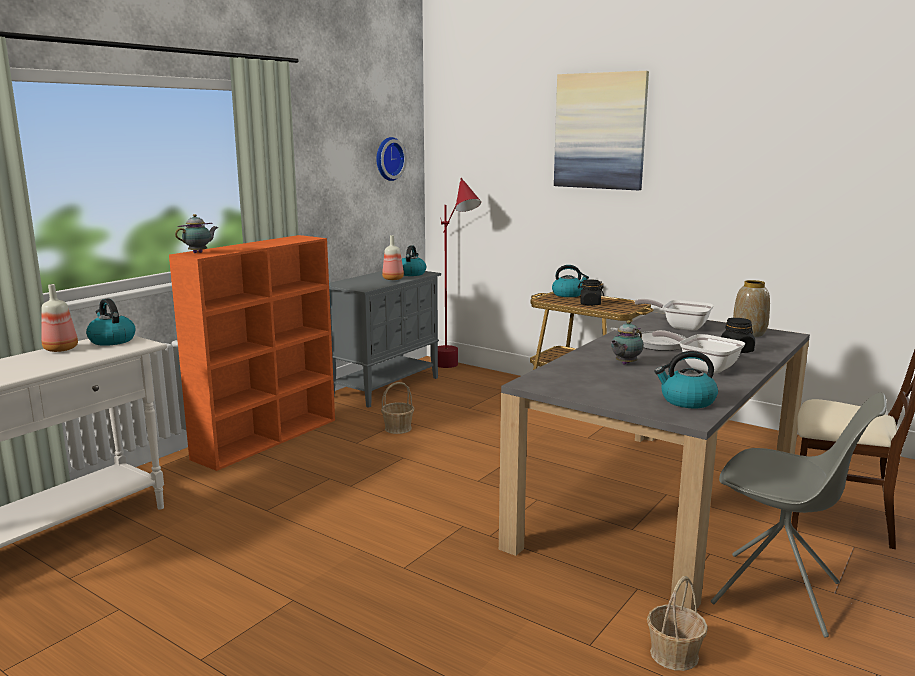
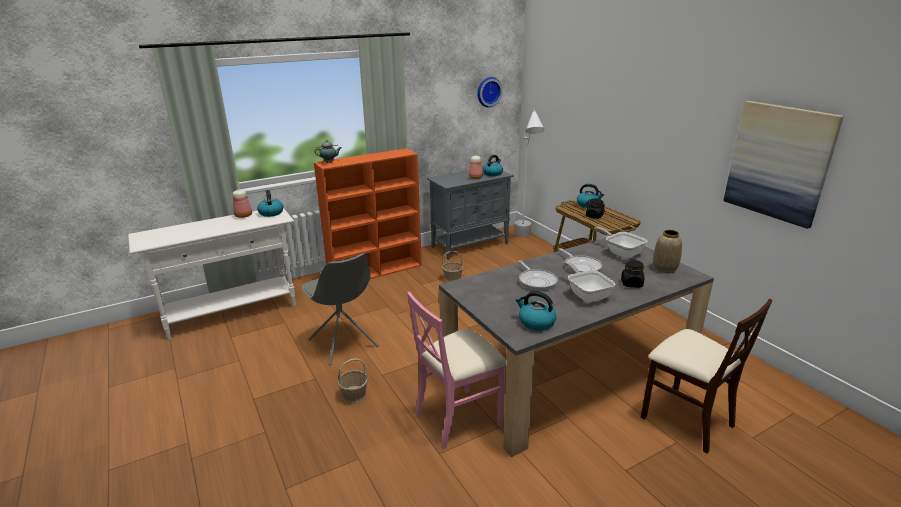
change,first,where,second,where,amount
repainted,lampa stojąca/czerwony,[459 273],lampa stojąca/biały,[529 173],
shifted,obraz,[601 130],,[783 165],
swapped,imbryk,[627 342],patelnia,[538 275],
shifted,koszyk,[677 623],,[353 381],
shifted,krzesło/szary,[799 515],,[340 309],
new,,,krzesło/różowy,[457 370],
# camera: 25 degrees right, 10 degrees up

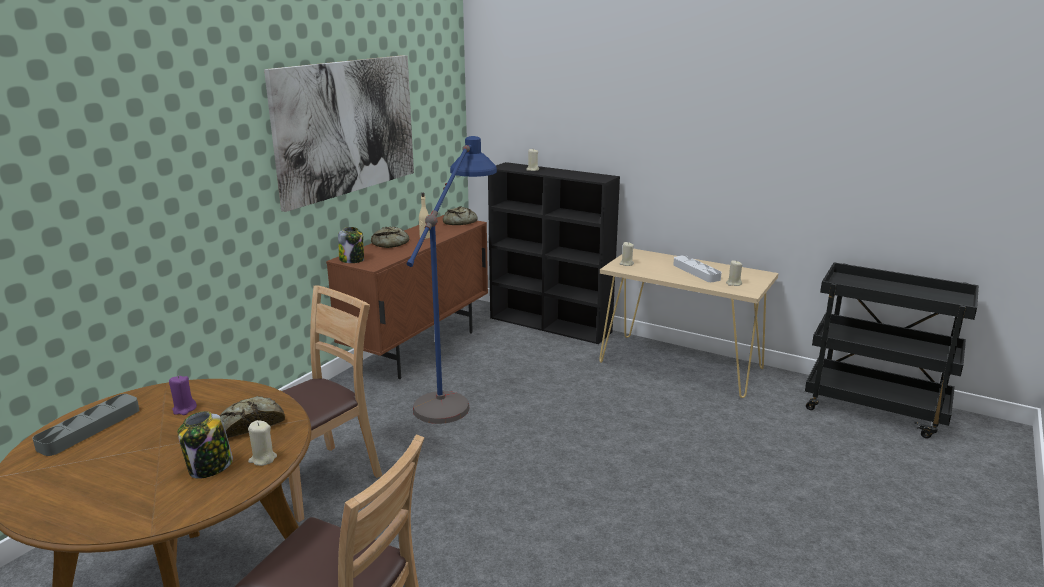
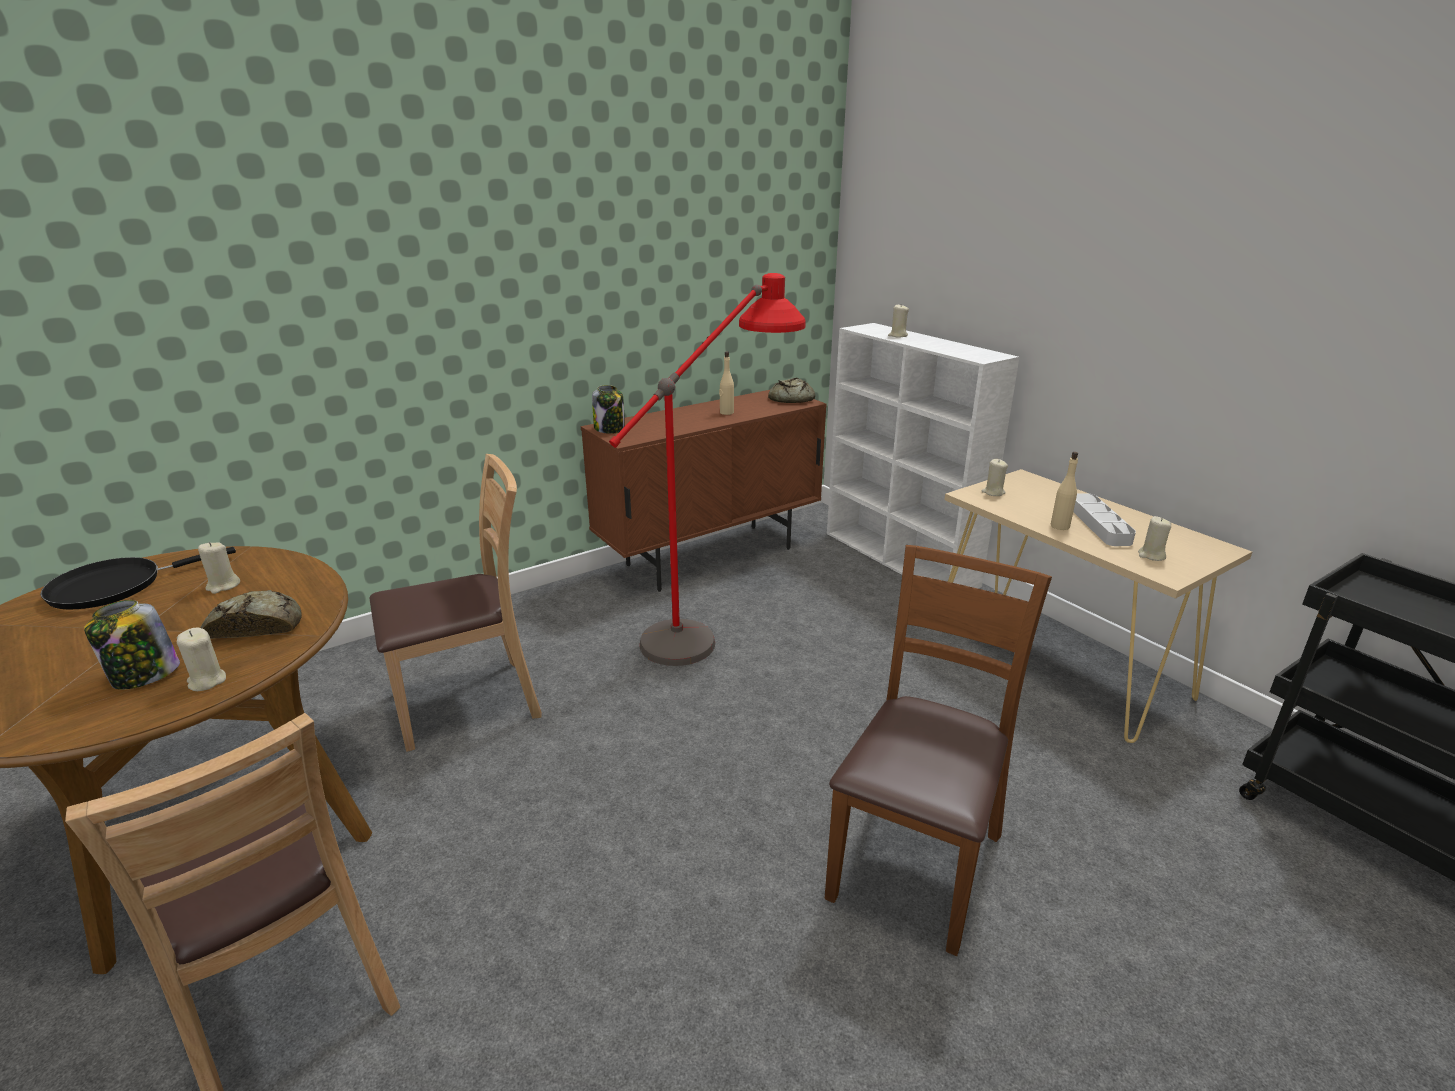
change,first,where,second,where,amount
swapped,taca/szary,[85 425],patelnia/czarny,[138 578],
repainted,świeca/fioletowy,[183 395],świeca/beżowy,[219 568],
gone,obraz,[339 133],,,
gone,chleb,[390 237],,,
repainted,lampa stojąca/niebieski,[452 280],lampa stojąca/czerwony,[707 469],
repainted,regał/czarny,[554 253],regał/biały,[923 456],
new,,,krzesło/brązowy,[938 750],
new,,,butelka/beżowy,[1064 491],
# camera: 25 degrees right, 5 degrees up

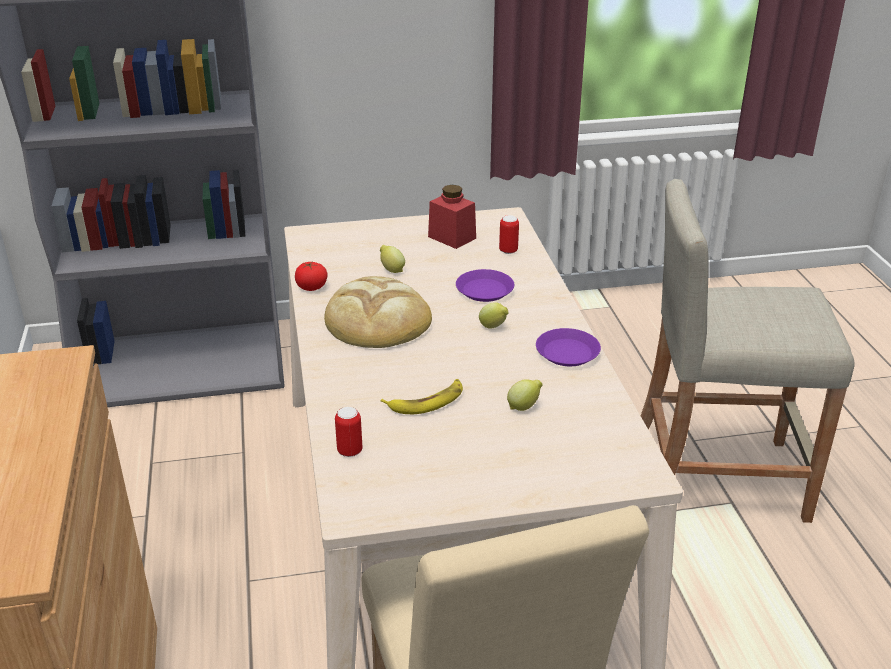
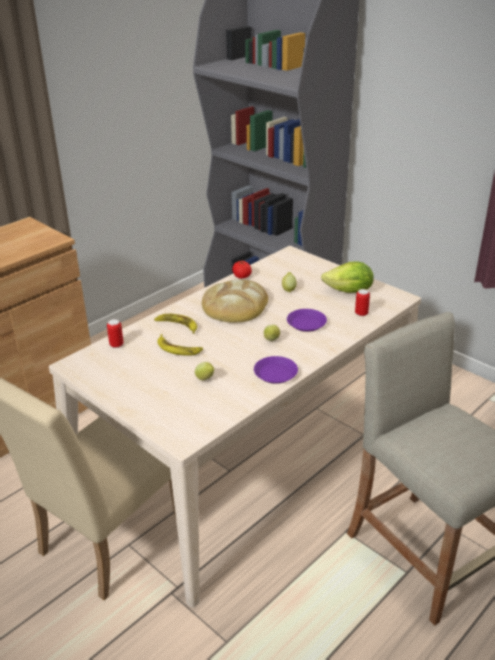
change,first,where,second,where,amount
swapped,słoik/czerwony,[452 217],sałata,[347 277],
new,,,banan,[175 324],
# camera: 55 degrees right, 0 degrees up

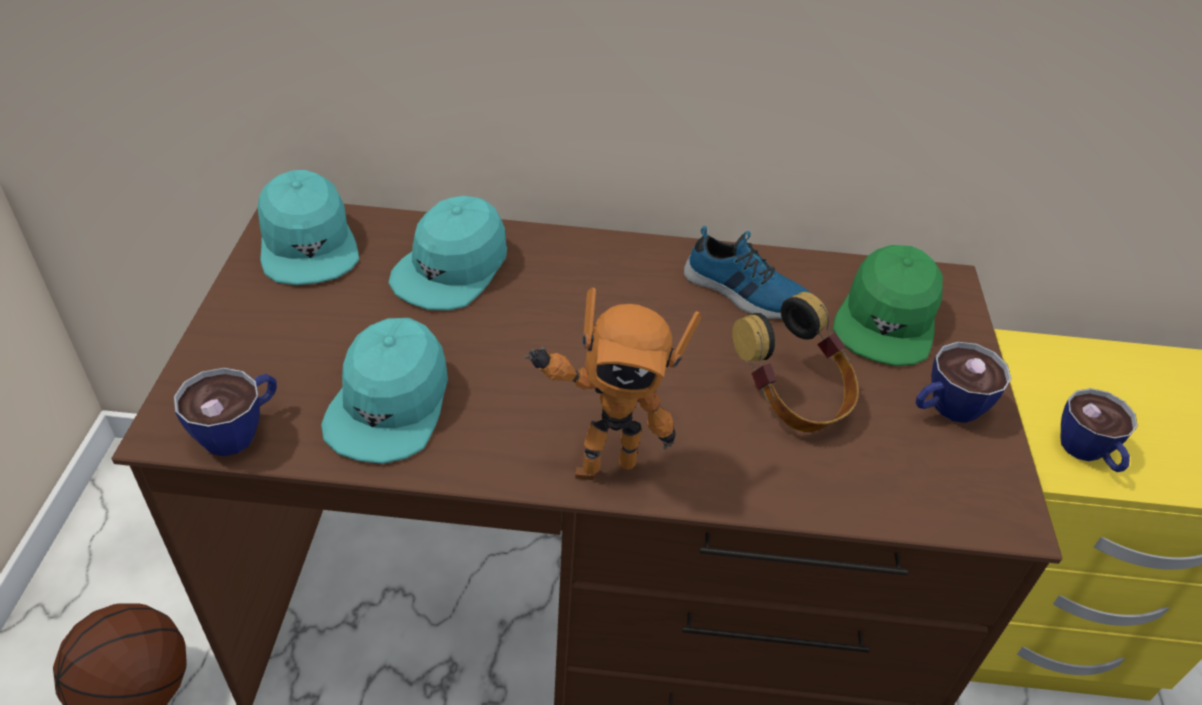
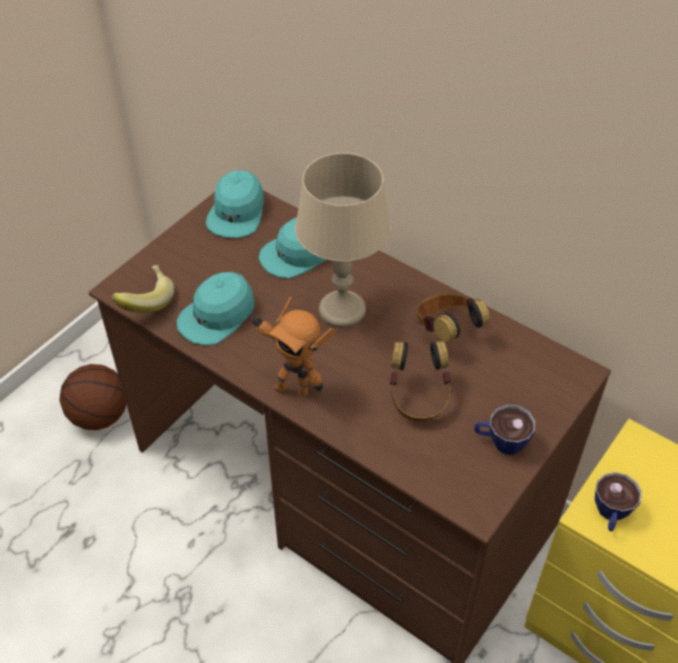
change,first,where,second,where,amount
swapped,filiżanka,[225 411],banan,[143 289],
swapped,but,[748 272],słuchawki,[453 317],
gone,czapka z daszkiem/zielony,[888 305],,,
new,,,lampa stołowa/beżowy,[343 240],
# camera: 35 degrees right, 5 degrees up

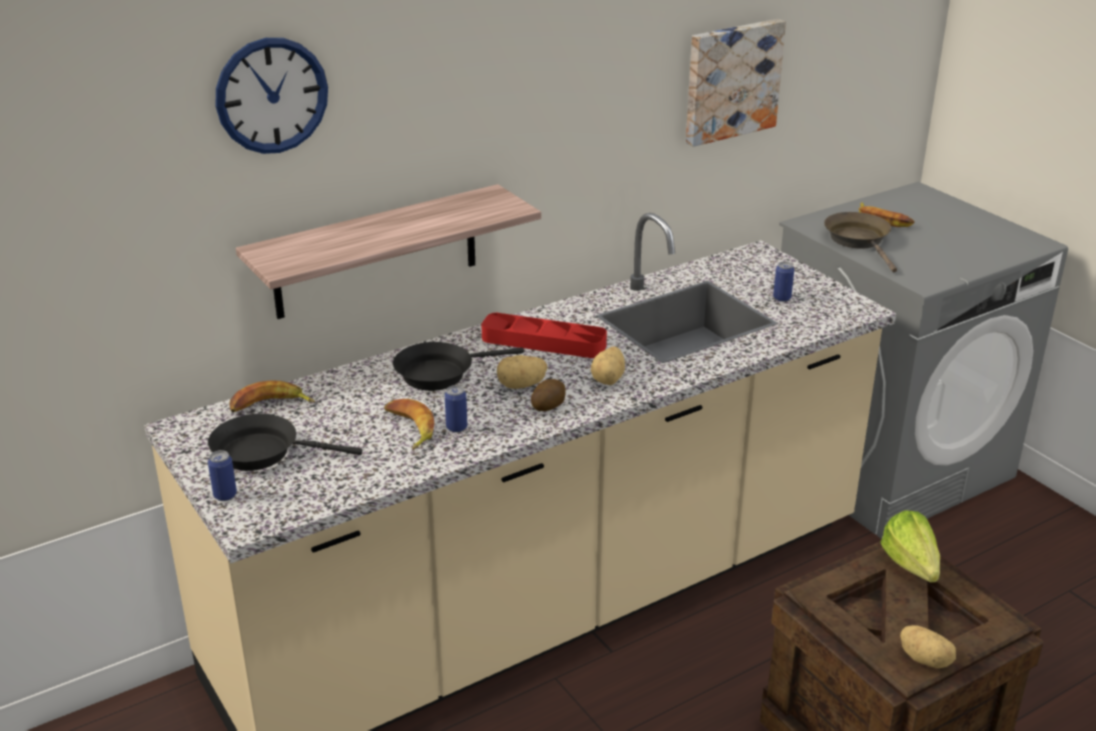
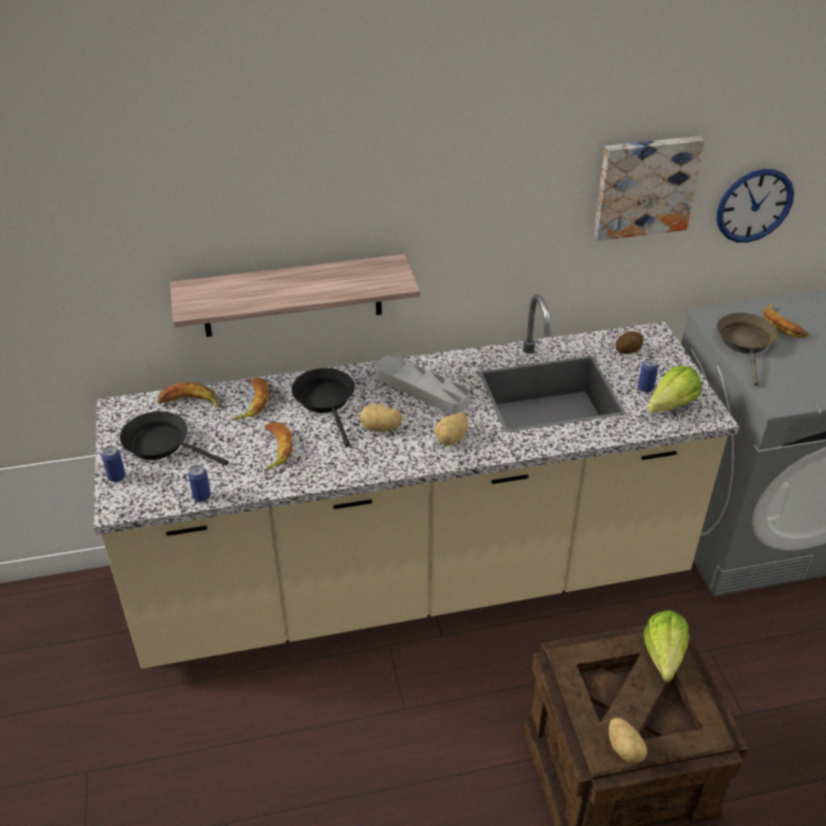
change,first,where,second,where,amount
shifted,zegar ścienny,[272 96],,[755 206],
rotated,patelnia/czarny,[458 366],,[323 407],75 degrees clockwise
shifted,puszka,[456 409],,[199 483],
repainted,taca/czerwony,[544 335],taca/szary,[423 385],
shifted,ziemniak,[548 395],,[630 342],
new,,,banan,[250 399],
new,,,sałata,[674 389],
# camera: 20 degrees right, 10 degrees up

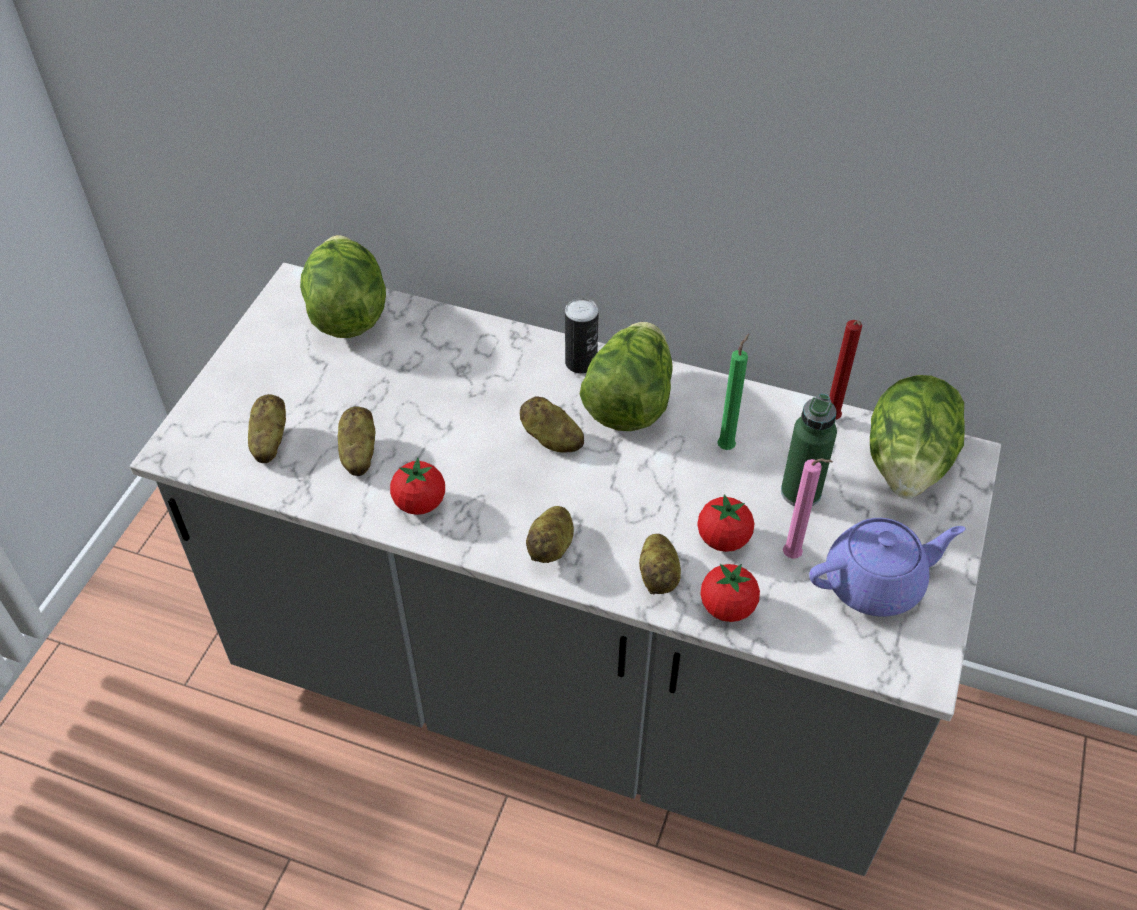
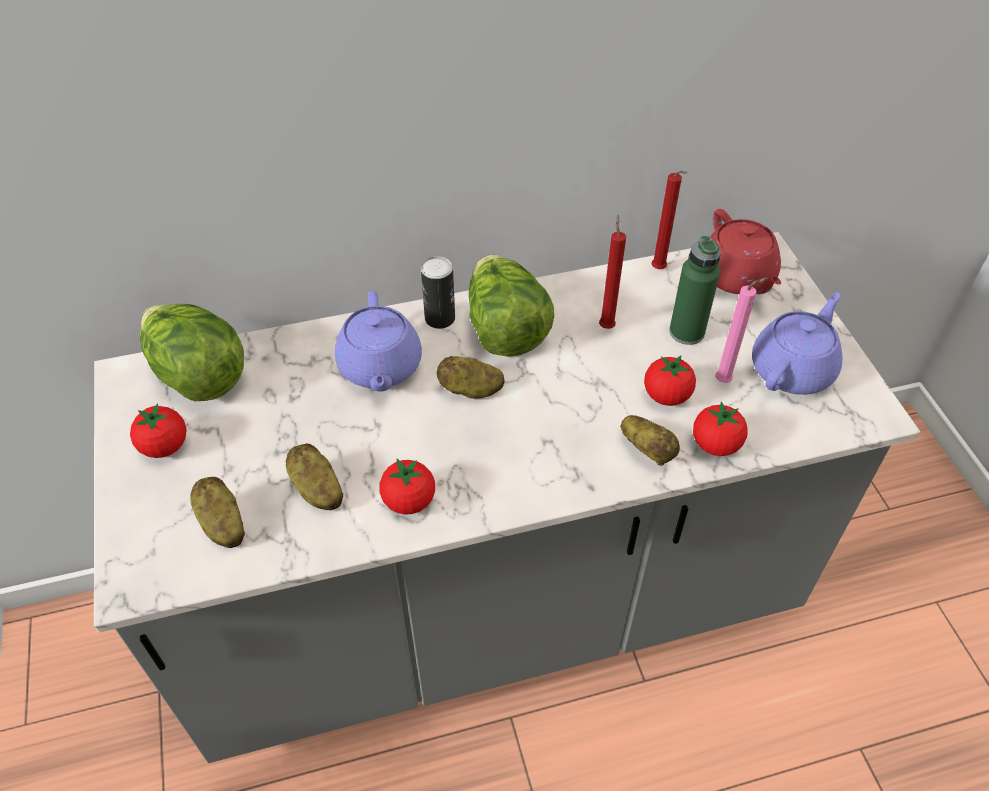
change,first,where,second,where,amount
gone,ziemniak,[550 534],,,
repainted,świeca/zielony,[733 392],świeca/czerwony,[612 272],
swapped,sałata,[917 437],imbryk/czerwony,[745 251],
new,,,pomidor,[158 430],
new,,,imbryk/fioletowy,[378 341],
# camera: 35 degrees left, 0 degrees up

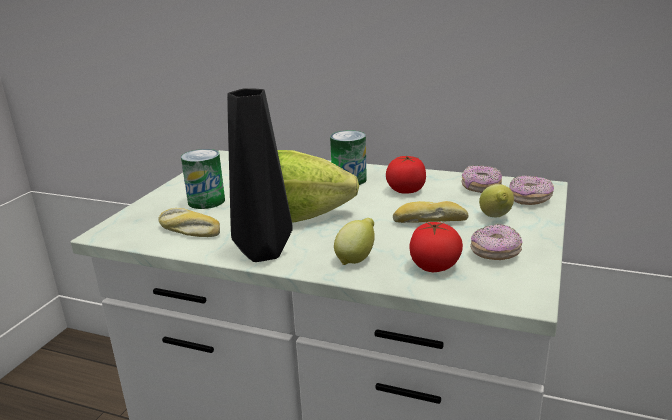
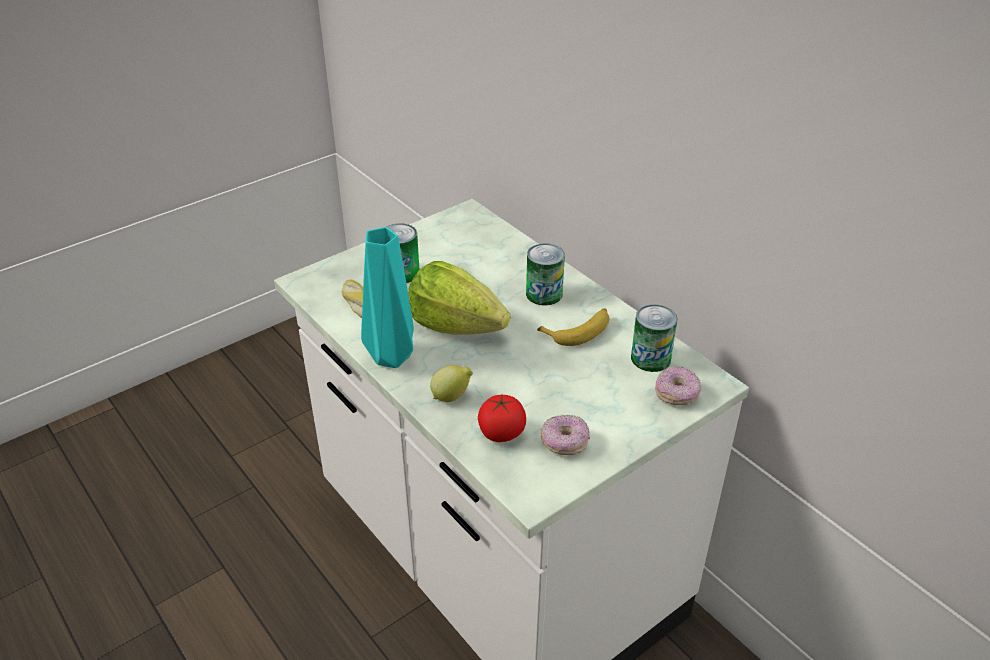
change,first,where,second,where,amount
repainted,wazon/czarny,[260 175],wazon/turkusowy,[387 297],
swapped,pomidor,[406 174],banan,[573 327],
gone,chleb,[430 212],,,
swapped,donut,[481 179],puszka,[654 338],
gone,cytryna,[496 200],,,
# camera: 30 degrees right, 15 degrees up

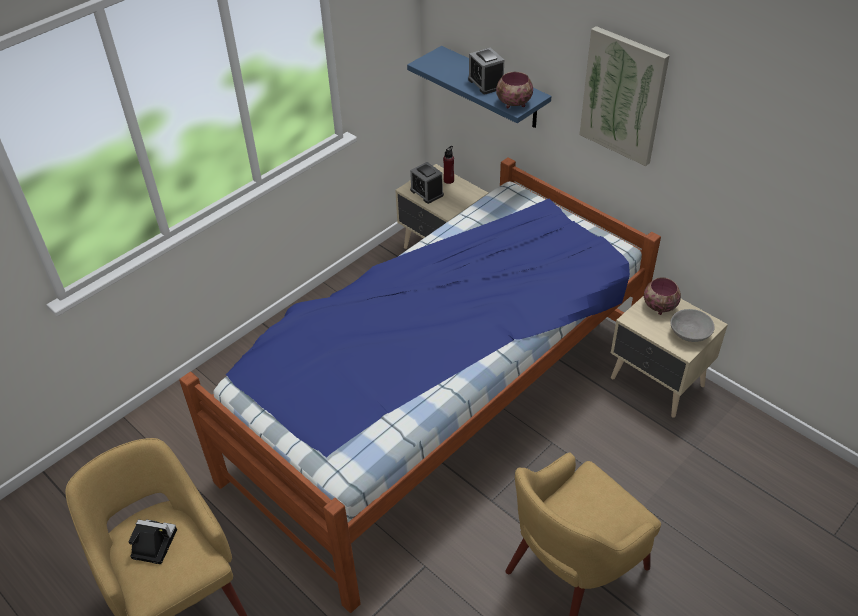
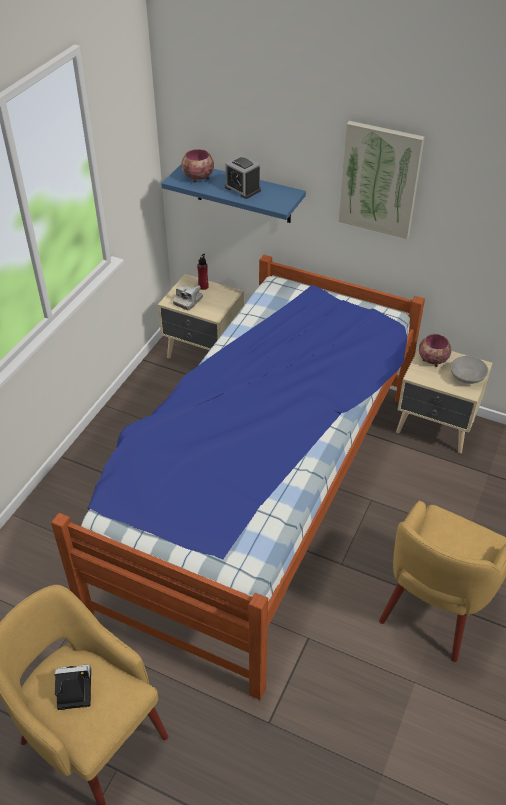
change,first,where,second,where,amount
swapped,budzik,[427 183],aparat fotograficzny,[188 297],
shifted,miska,[514 90],,[197 165],
# camera: 20 degrees left, 0 degrees up

